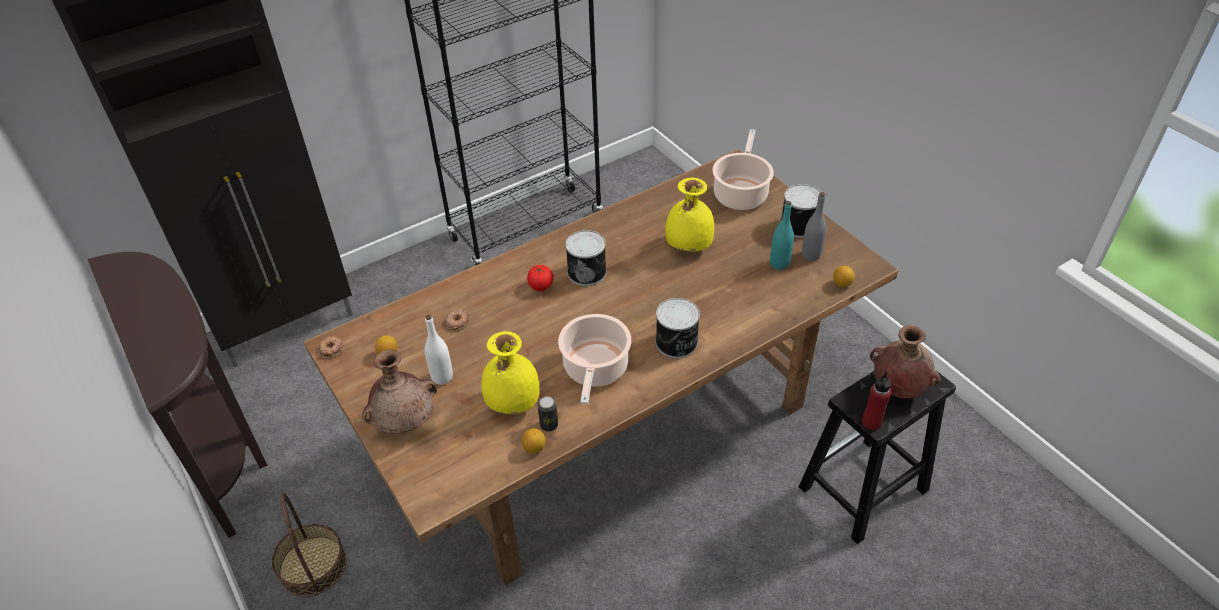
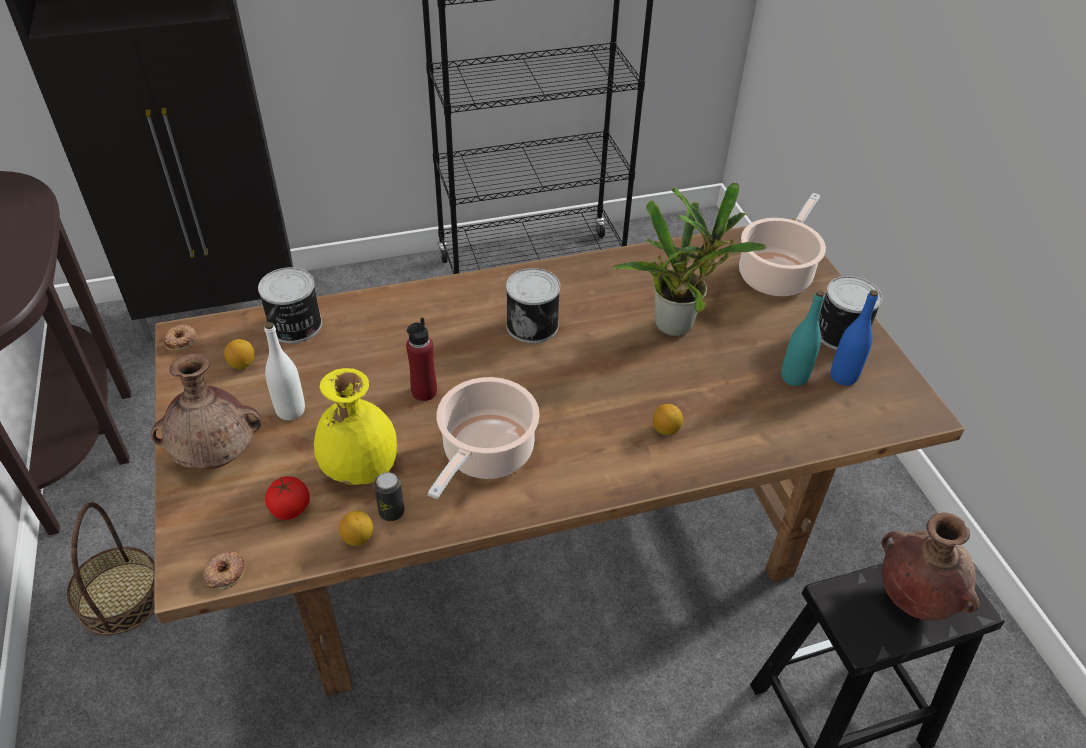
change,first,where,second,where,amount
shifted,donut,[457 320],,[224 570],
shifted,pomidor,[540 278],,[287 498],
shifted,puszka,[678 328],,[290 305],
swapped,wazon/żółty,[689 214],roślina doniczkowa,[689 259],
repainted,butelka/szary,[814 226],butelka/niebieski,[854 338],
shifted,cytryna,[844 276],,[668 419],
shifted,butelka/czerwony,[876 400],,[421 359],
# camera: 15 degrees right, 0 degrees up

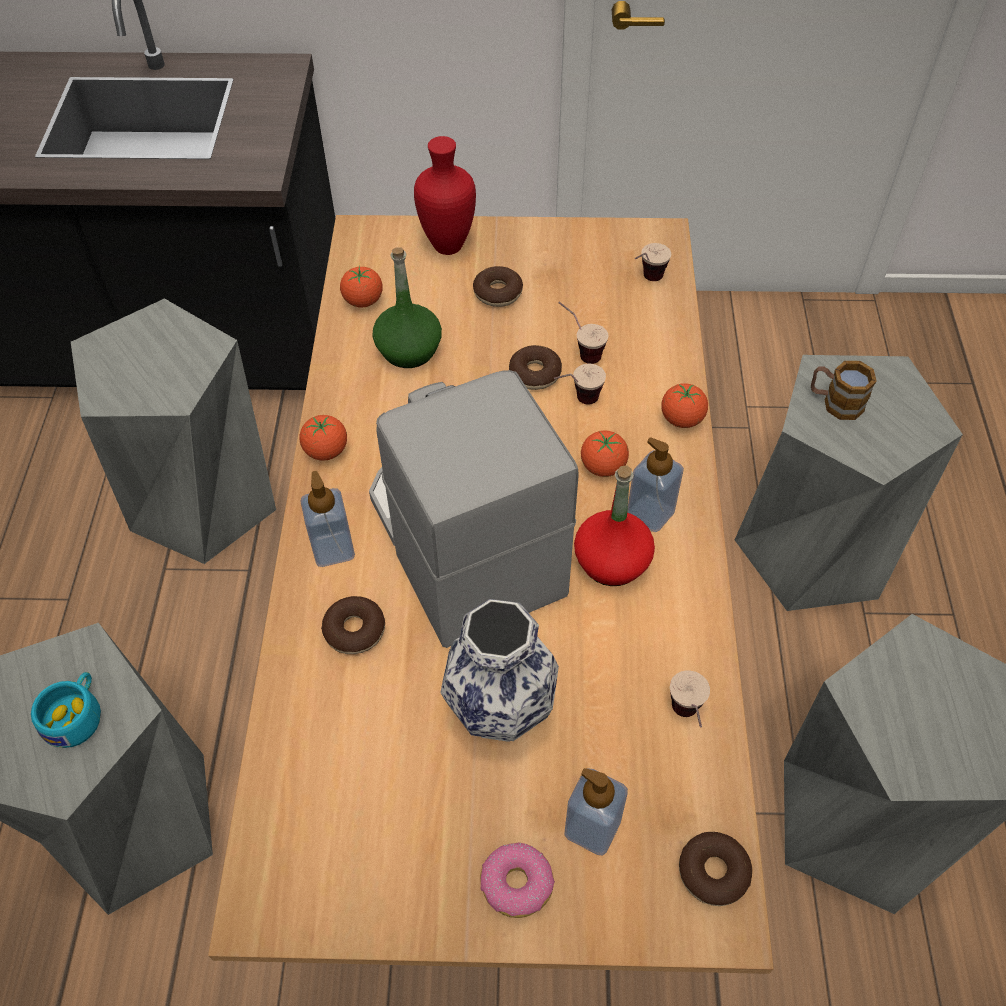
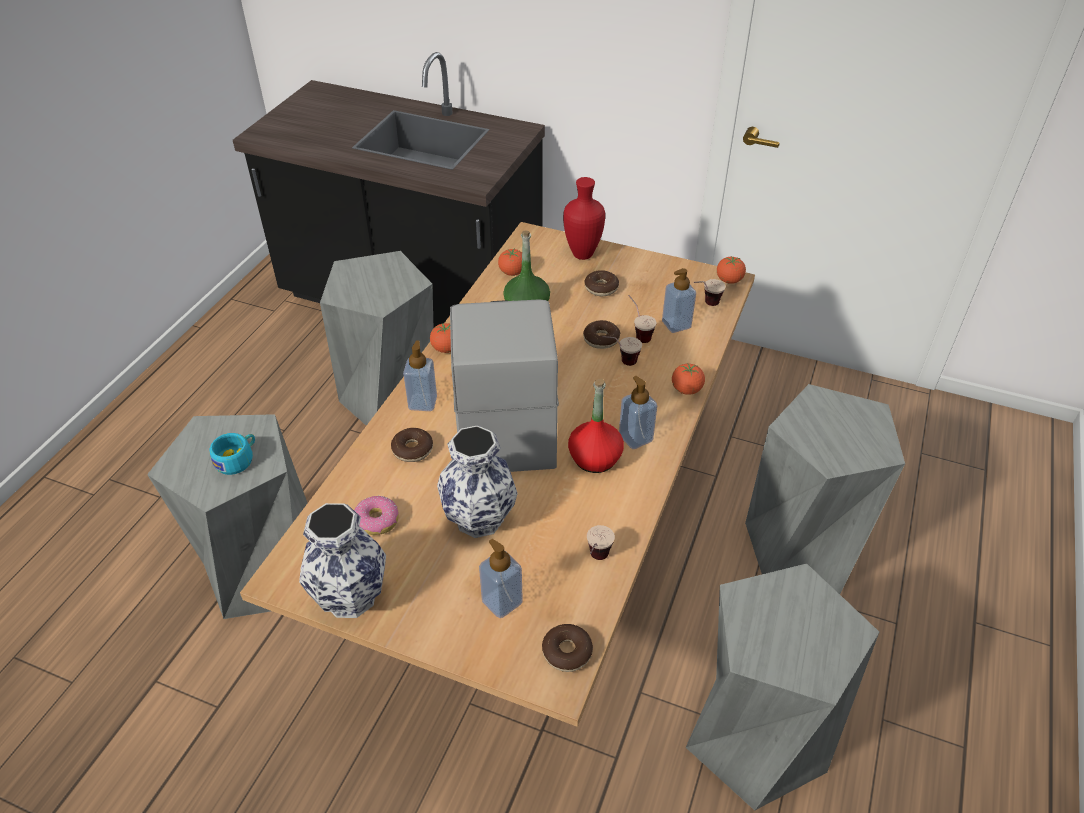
change,first,where,second,where,amount
shifted,donut,[517 880],,[376 515],
shifted,pomidor,[605 454],,[731 270],
gone,kubek,[844 390],,,
new,,,wazon,[342 560],
new,,,dozownik mydła,[679 300],
# camera: 20 degrees right, 10 degrees down

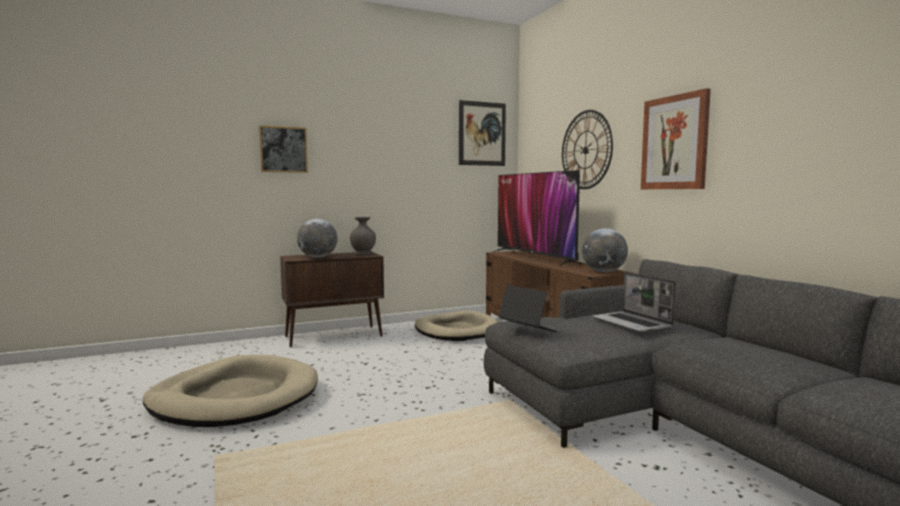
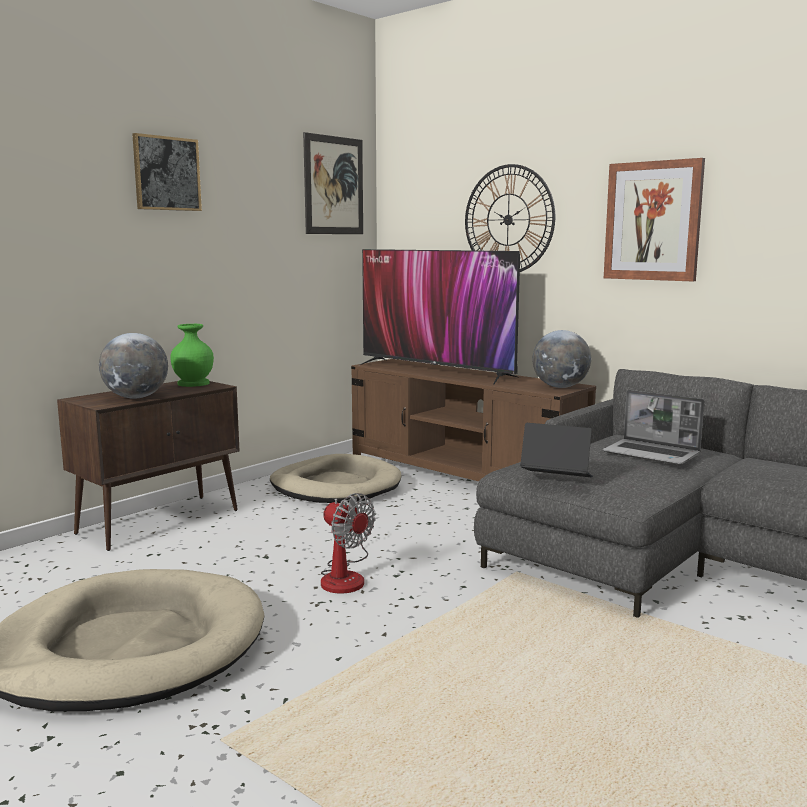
change,first,where,second,where,amount
shifted,obraz,[283 149],,[167 172],
repainted,wazon/szary,[363 236],wazon/zielony,[192 355],
new,,,wentylator,[348 543],
# camera: 25 degrees left, 5 degrees up

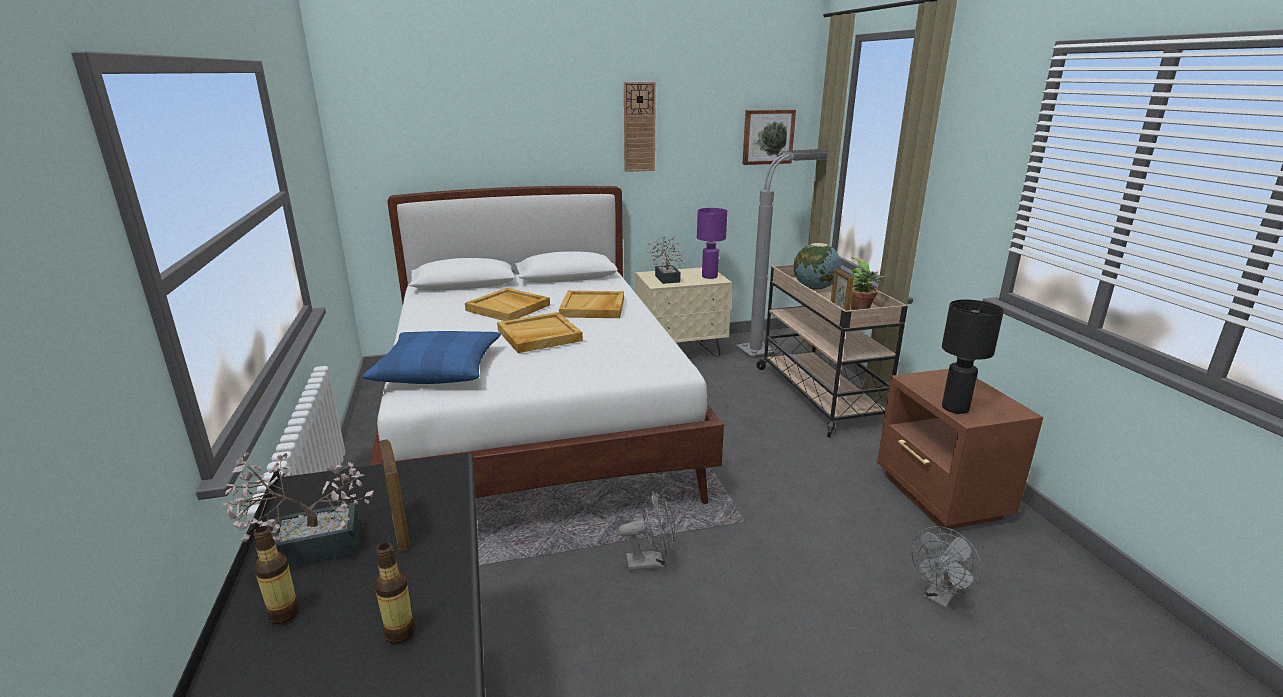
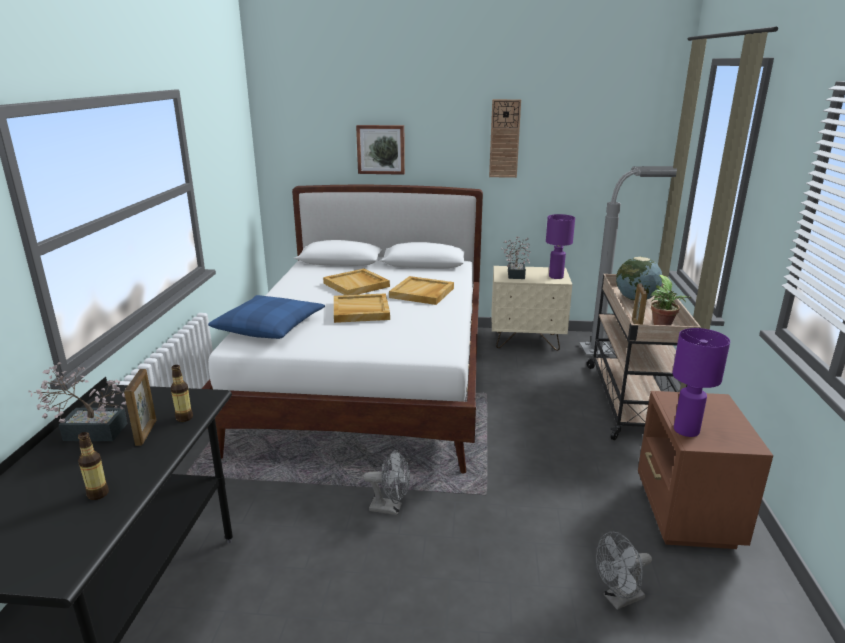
change,first,where,second,where,amount
shifted,butelka,[276 575],,[182 393],
shifted,obraz,[769 137],,[380 150],
repainted,lampa stołowa/czarny,[973 356],lampa stołowa/fioletowy,[701 382],
# camera: 20 degrees right, 0 degrees up

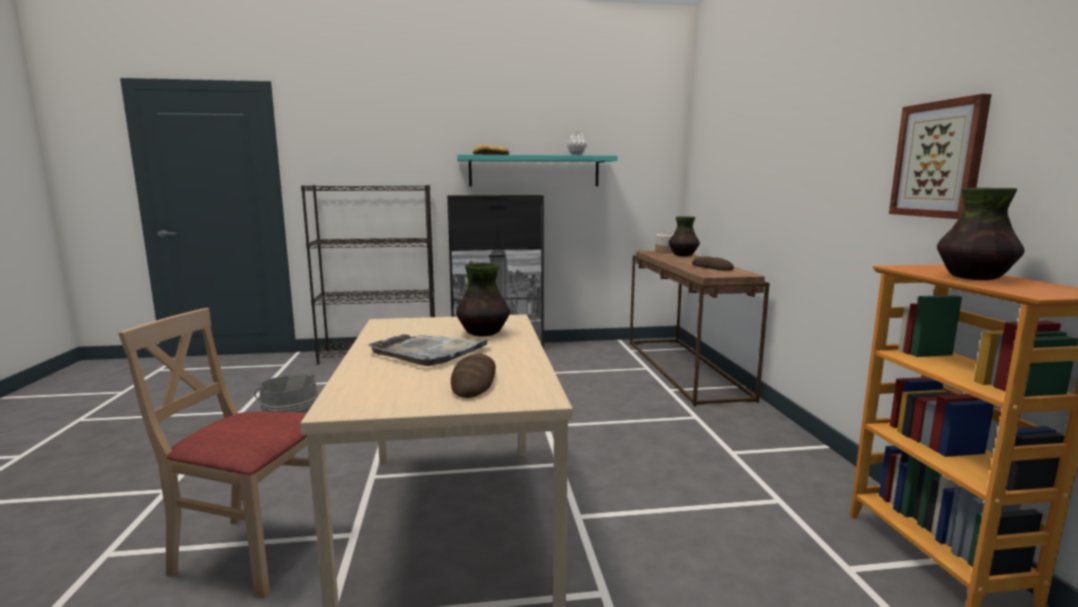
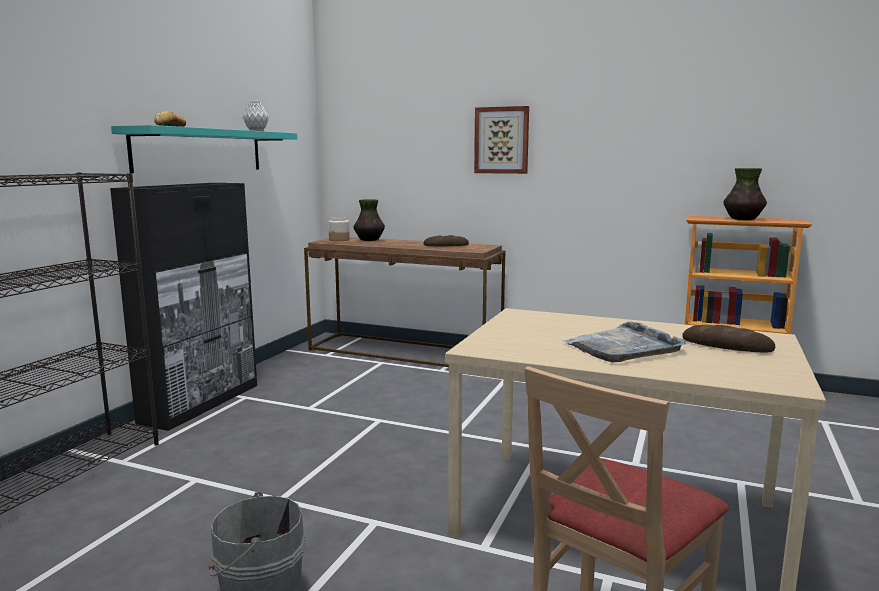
change,first,where,second,where,amount
gone,wazon,[483 300],,,
shifted,obraz,[940 156],,[501 140],
# camera: 60 degrees left, 0 degrees up

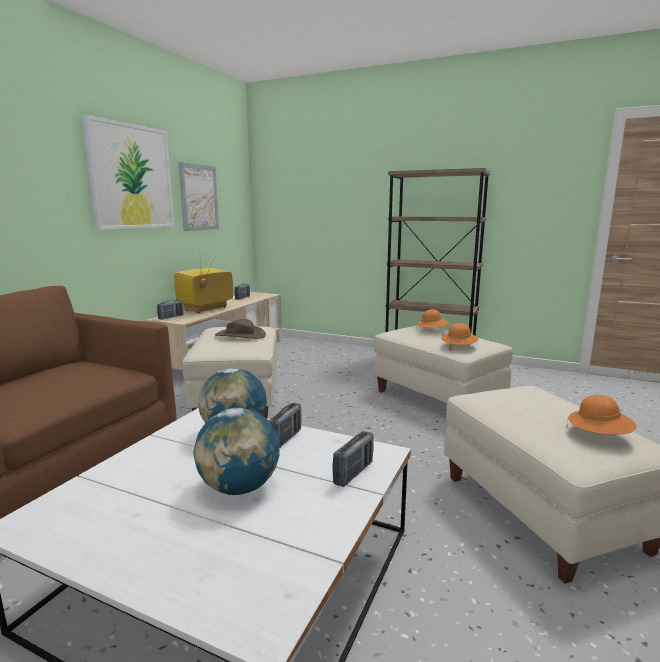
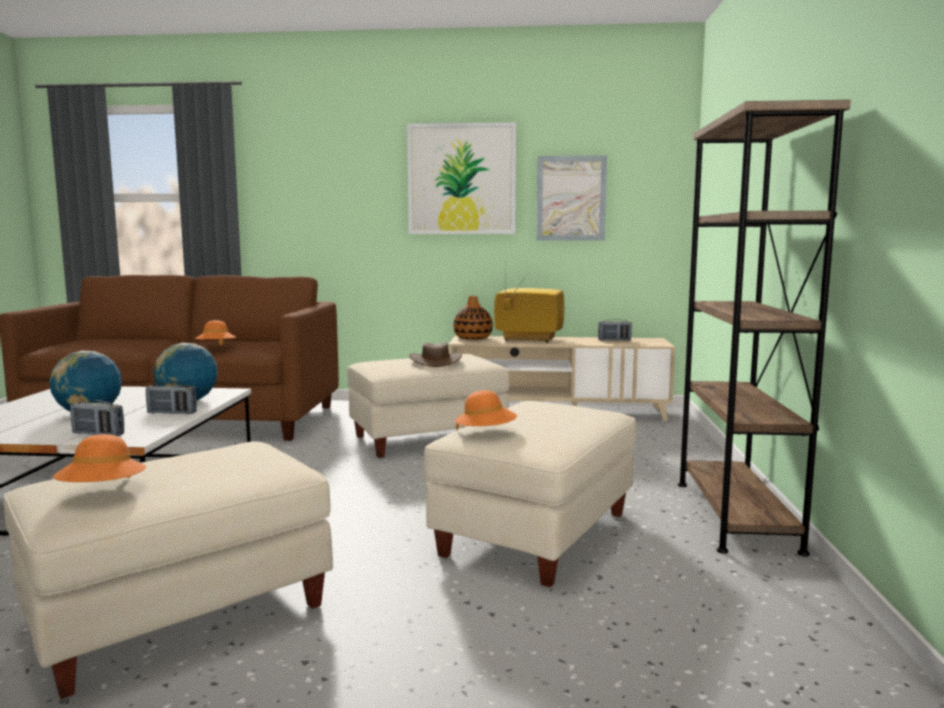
change,first,where,second,where,amount
swapped,radio,[170 309],wazon,[473 318],
shifted,kapelusz/pomarańczowy,[432 320],,[215 332],
# camera: 70 degrees right, 5 degrees down

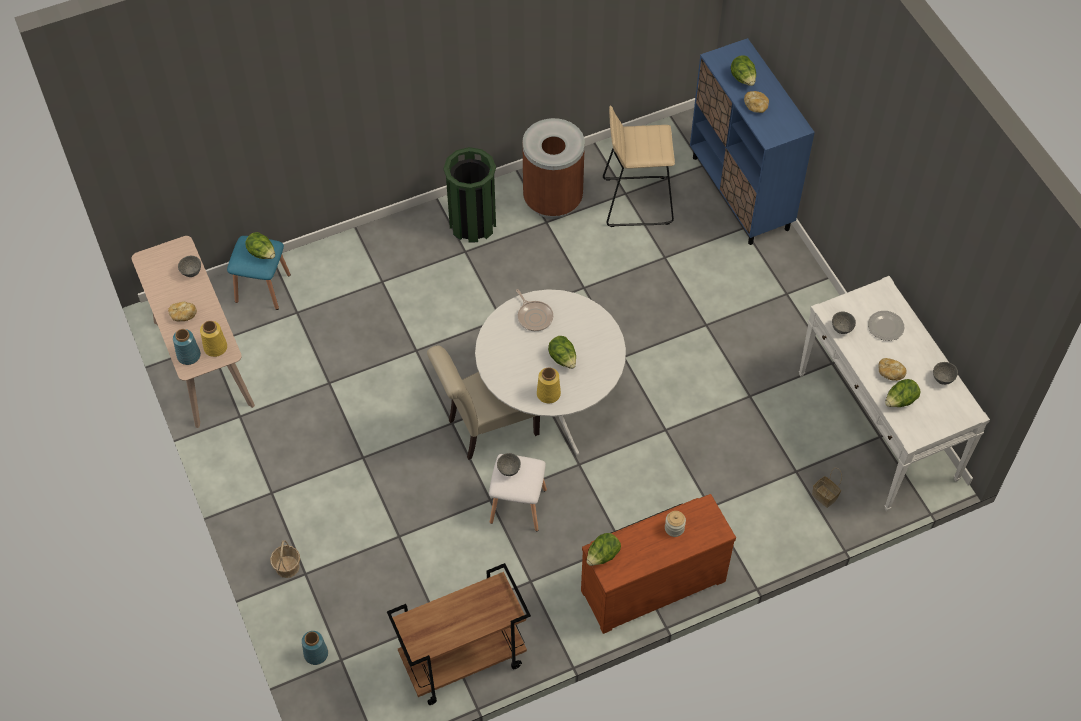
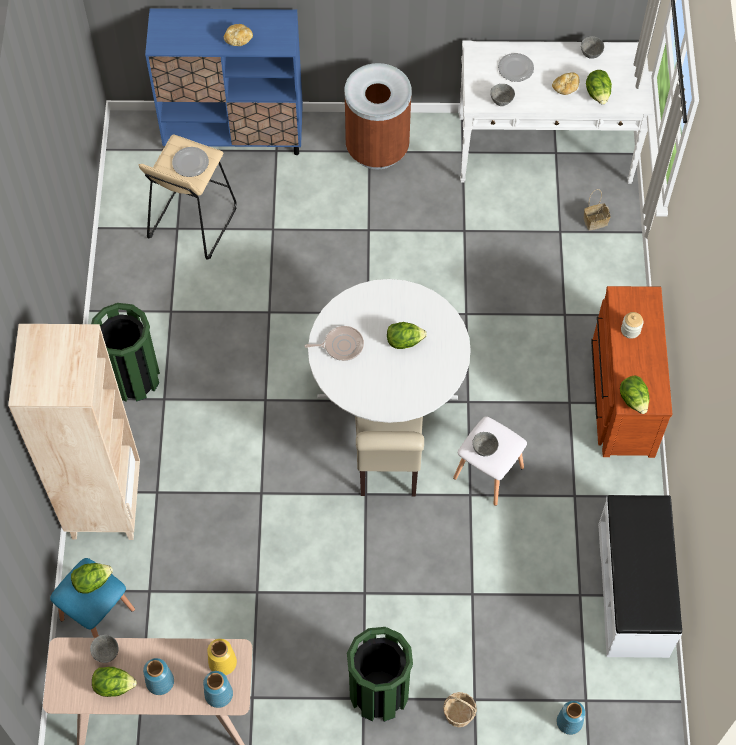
change,first,where,second,where,amount
swapped,chleb,[182 311],wazon/niebieski,[158 676],
swapped,wózek/brązowy,[459 634],ławka/biały,[640 576],
shifted,kosz na śmieci/brązowy,[553 168],,[378 116],
gone,wazon/żółty,[549 385],,,
shifted,sałata,[743 70],,[114 682],
new,,,regał/beżowy,[74 432],
new,,,talerz,[190 162],
new,,,kosz na śmieci/zielony,[380 674],
# camera: 65 degrees left, 5 degrees up

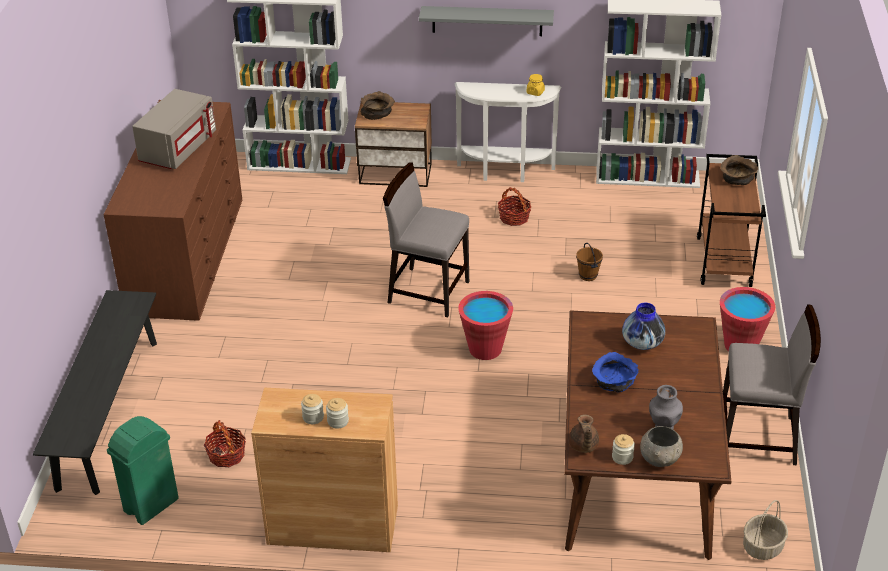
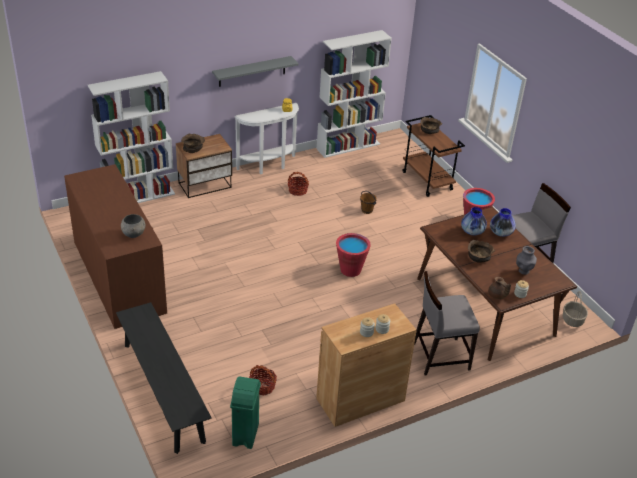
change,first,where,second,where,amount
gone,mikrofalówka/szary,[174 129],,,
shifted,krzesło/szary,[426 239],,[447 323],
repainted,miska/niebieski,[615 372],miska/brązowy,[481 251],
shifted,miska/szary,[661 446],,[133 226],
new,,,wazon,[503 222],
# camera: 35 degrees left, 0 degrees up

